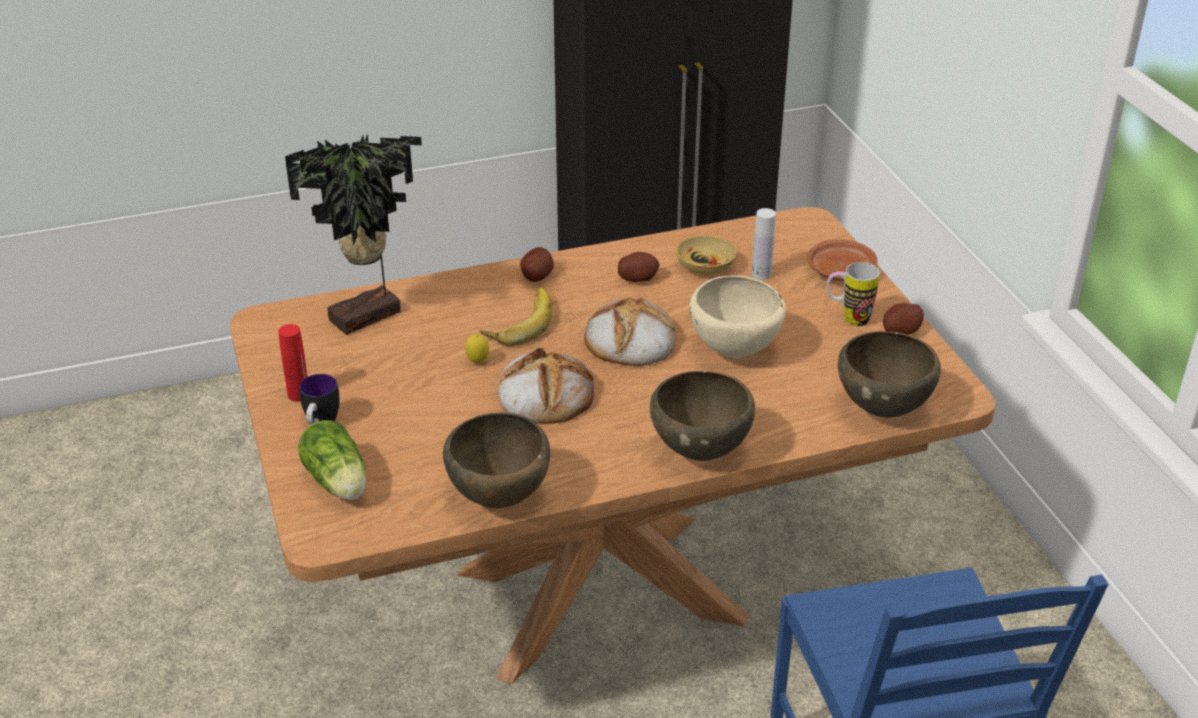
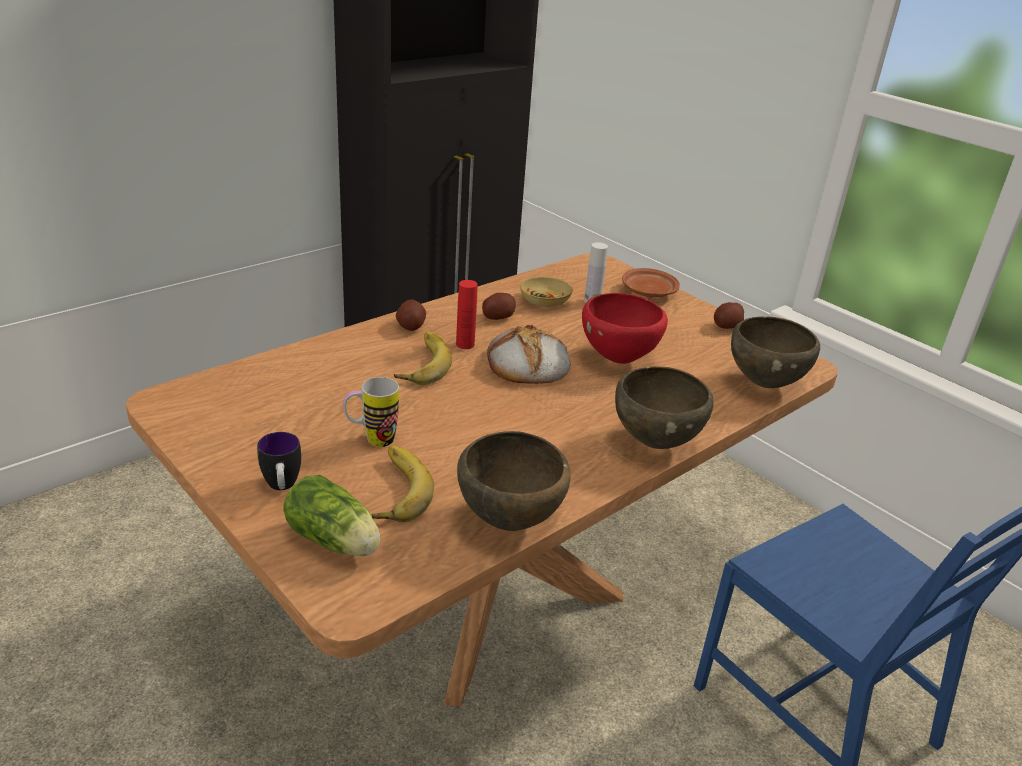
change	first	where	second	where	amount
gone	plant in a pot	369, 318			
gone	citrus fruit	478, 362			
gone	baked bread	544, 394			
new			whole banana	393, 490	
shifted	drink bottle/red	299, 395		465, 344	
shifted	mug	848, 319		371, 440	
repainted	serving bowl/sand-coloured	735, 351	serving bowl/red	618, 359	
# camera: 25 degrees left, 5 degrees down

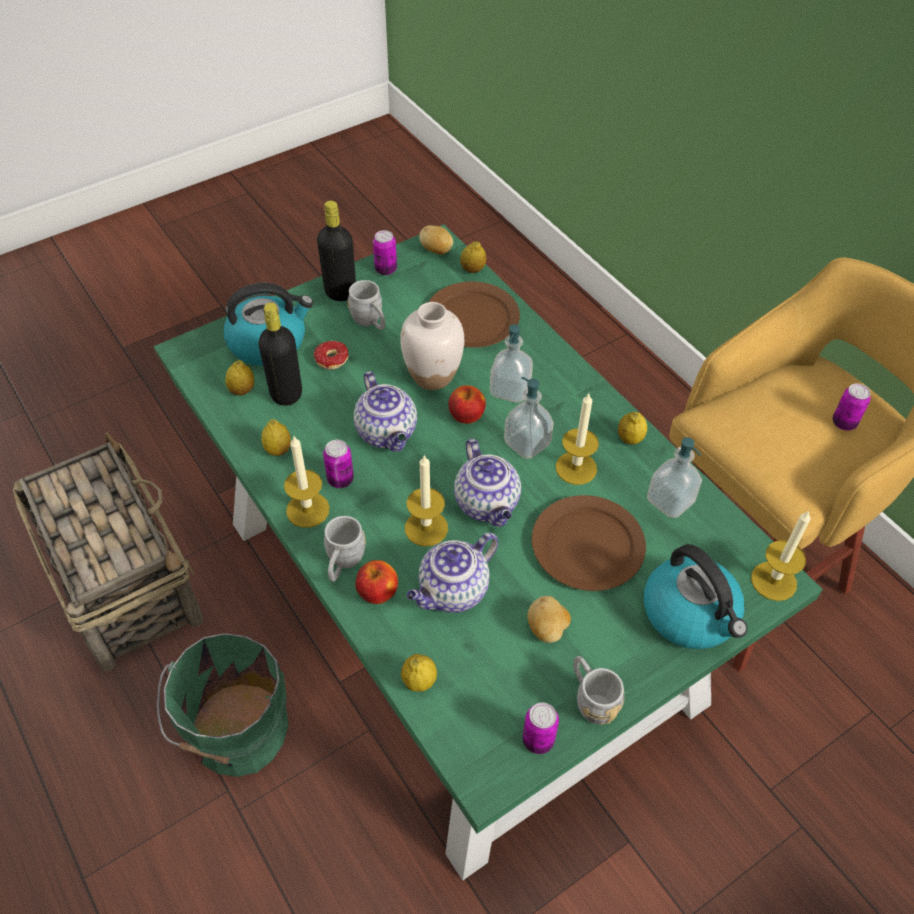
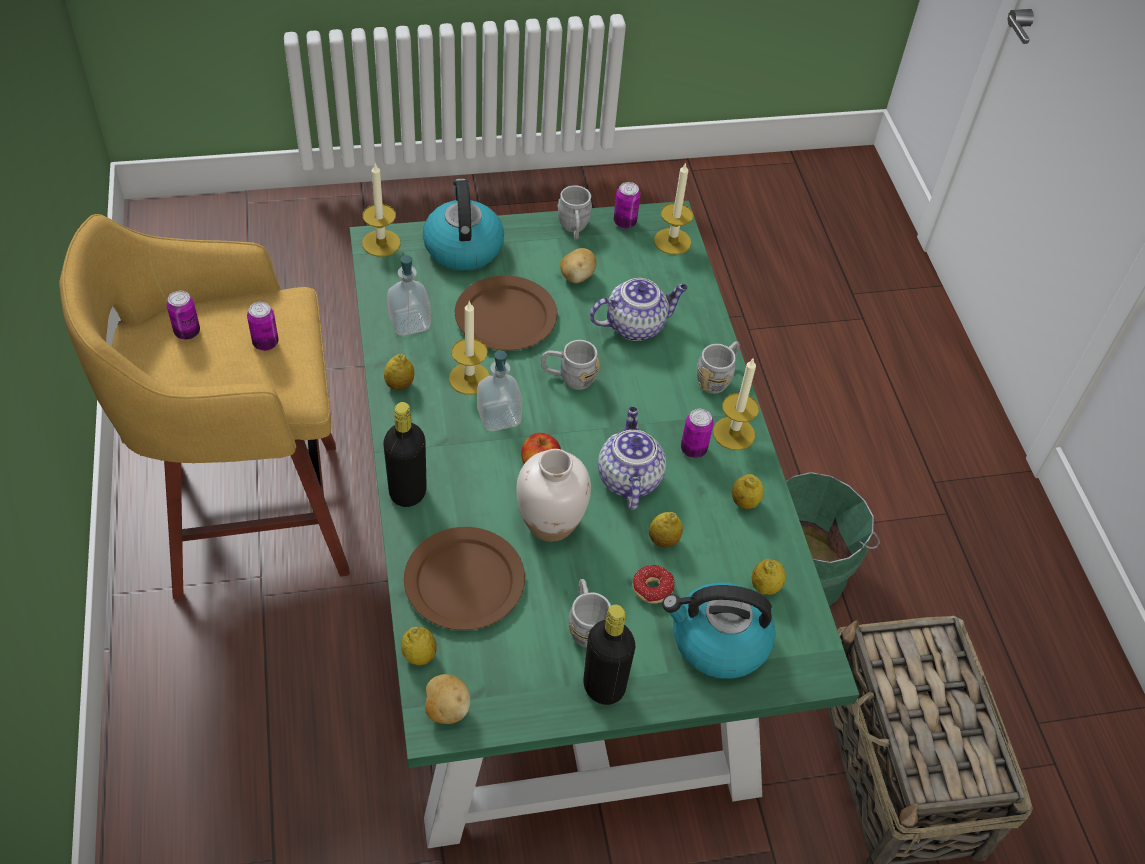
change	first	where	second	where	amount
gone	apple fruit	377, 592			
gone	soap bottle	510, 390			
shifted	drink bottle/blackish	286, 394		407, 492	
shifted	metal can	386, 269		265, 343	
shifted	citrus fruit	419, 681		663, 540	
shifted	wax candle	426, 528		672, 241	
swapped	tea pot	488, 504	mug/grey	569, 378	
# camera: 160 degrees left, 0 degrees up

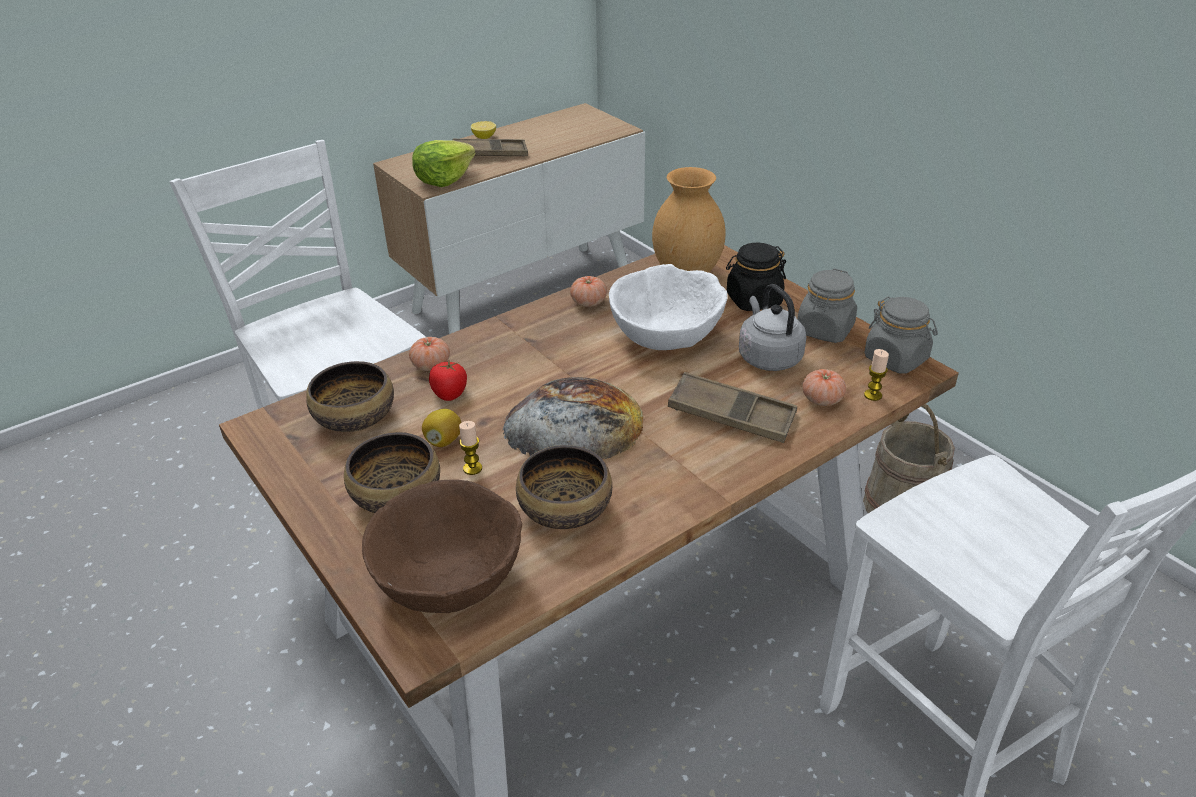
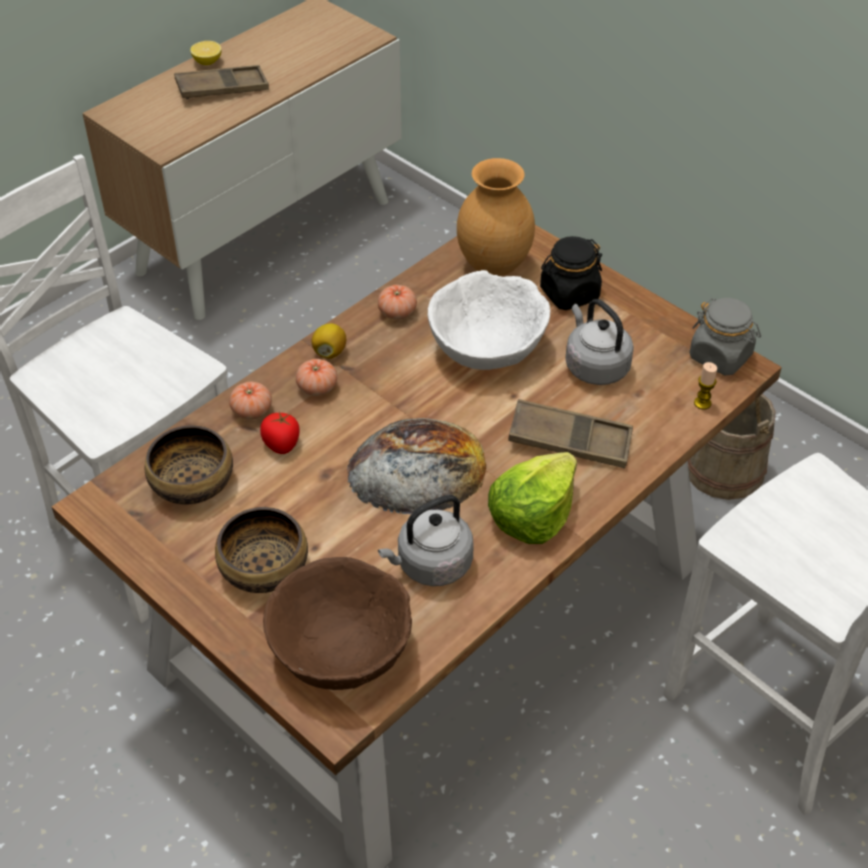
change	first	where	second	where	amount
gone	wax candle	472, 468			
gone	jar/grey	824, 330			
shifted	lettuce	444, 179		532, 515	
shifted	citrus fruit	443, 441		329, 352	
shifted	whole tomato	822, 399		317, 387	
swapped	serving bowl	564, 509	water kettle/grey	431, 565	
# camera: 10 degrees left, 10 degrees up

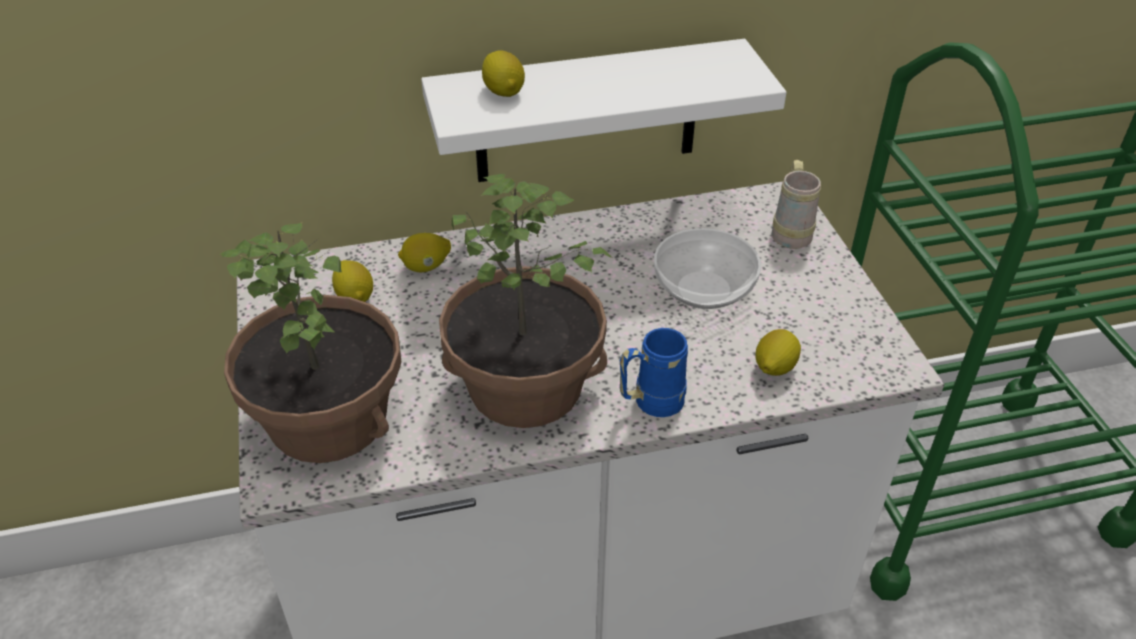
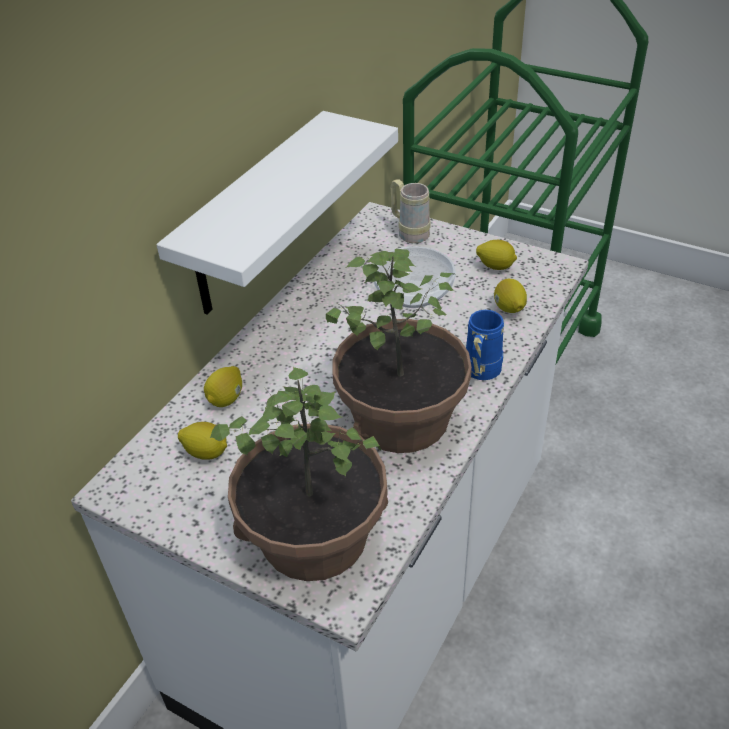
change	first	where	second	where	amount
shifted	citrus fruit	504, 91		495, 266	
# camera: 45 degrees left, 0 degrees up

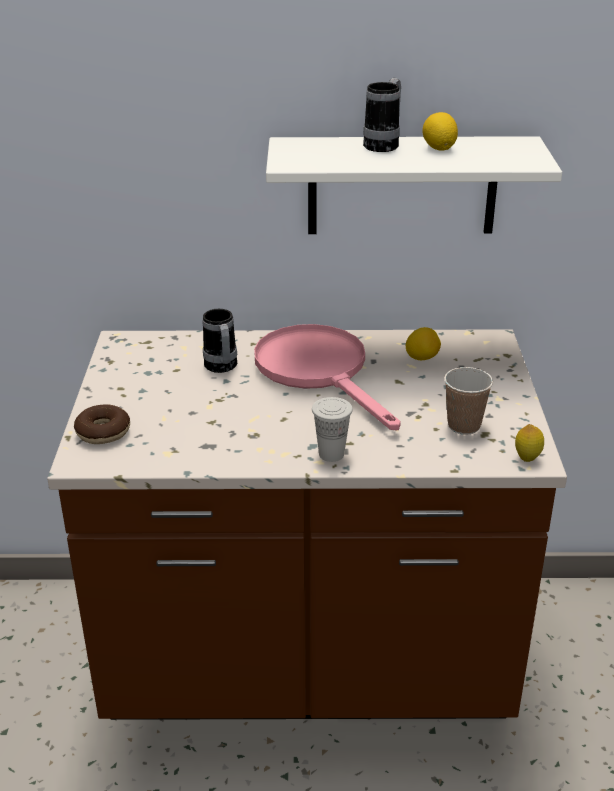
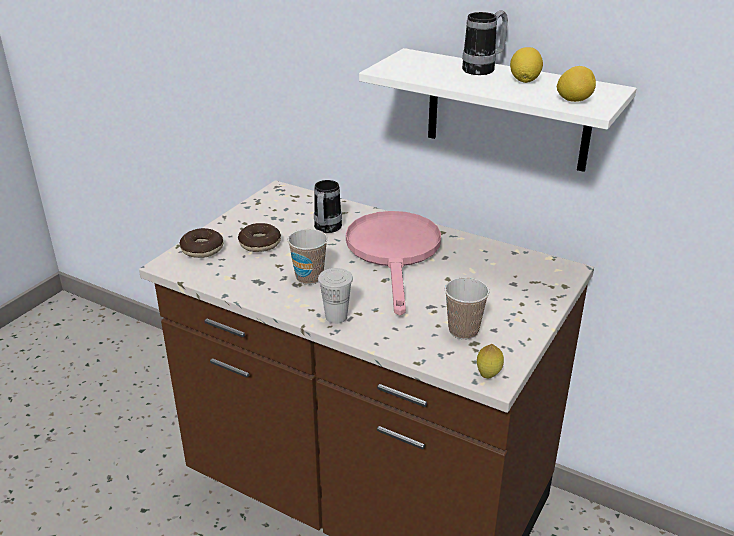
change	first	where	second	where	amount
new			ring doughnut	260, 244	
new			small cup	309, 277	
shifted	citrus fruit	422, 358		574, 100	
# camera: 30 degrees right, 0 degrees up

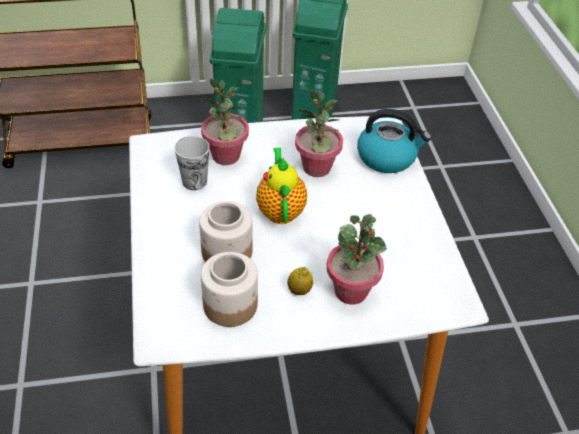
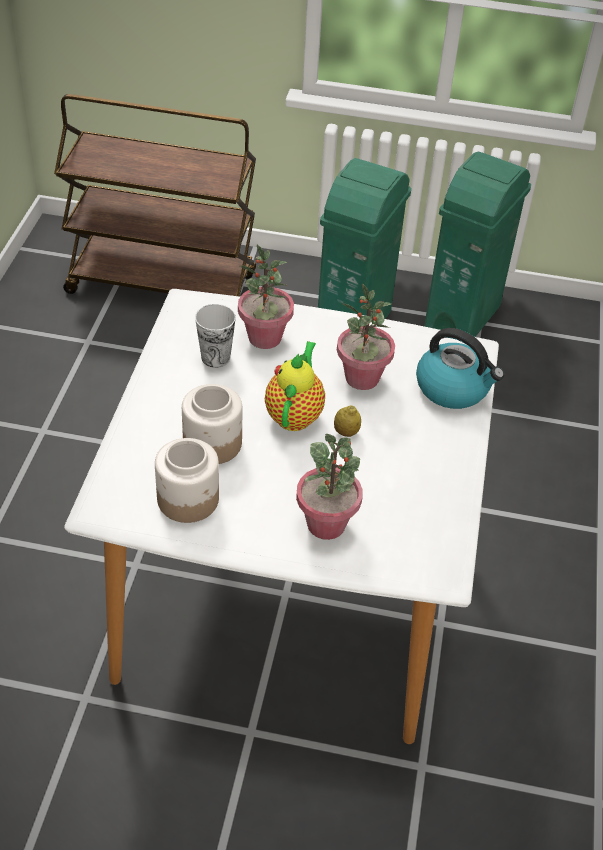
change	first	where	second	where	amount
shifted	citrus fruit	299, 290		346, 432	
# camera: 20 degrees right, 0 degrees up

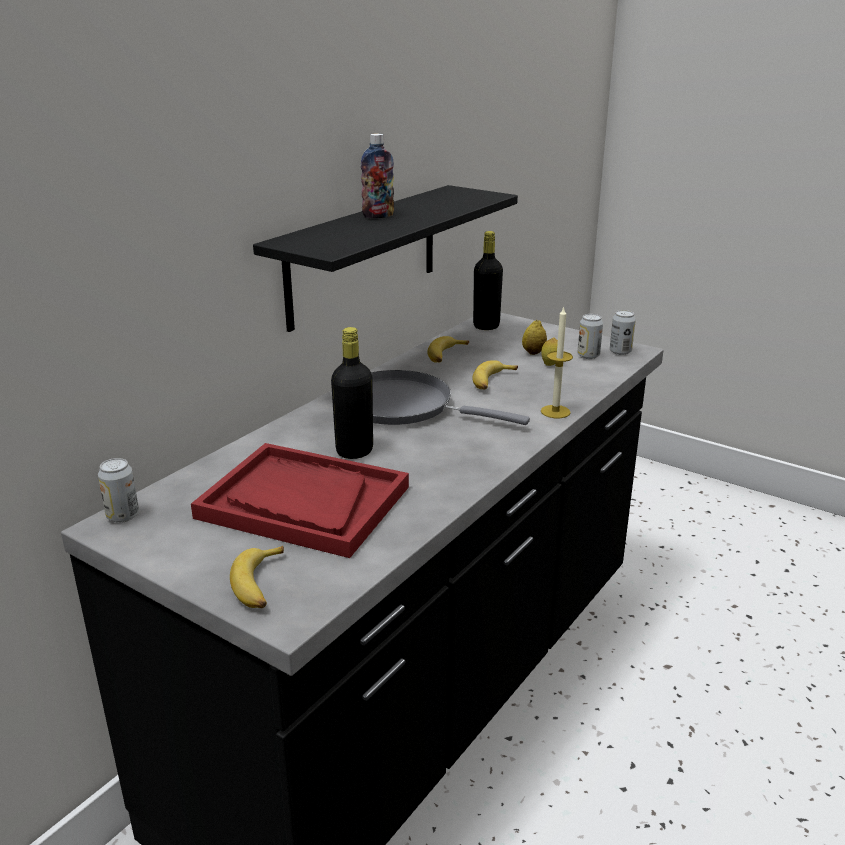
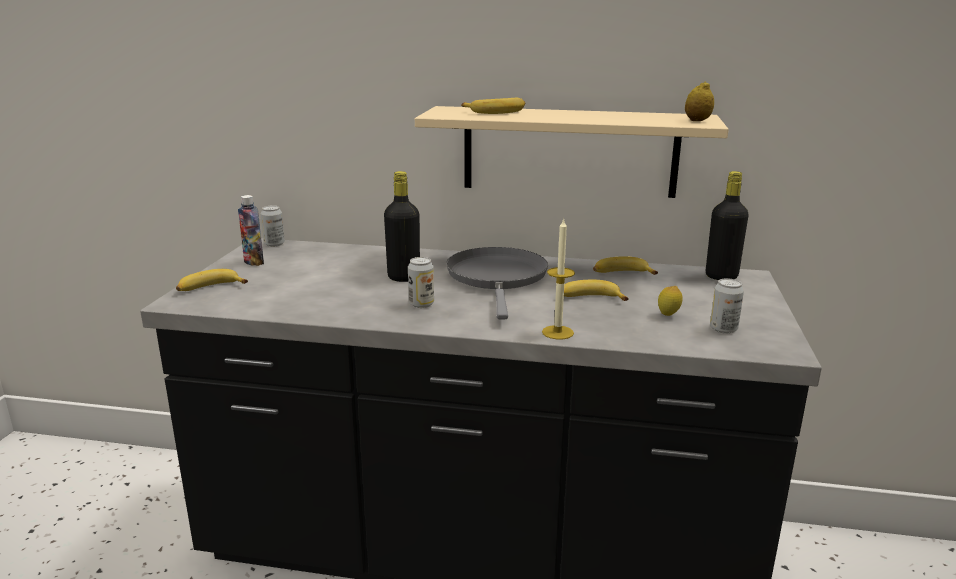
change	first	where	second	where	amount
gone	tray/red	303, 502			
new			whole banana	496, 112	
shifted	drink bottle	378, 216		253, 262	
shifted	citrus fruit	533, 352		697, 120	
shifted	metal can	620, 351		421, 304	
repainted	wall shelf/blackish	364, 255	wall shelf/sand-coloured	569, 151	
# camera: 65 degrees right, 5 degrees down

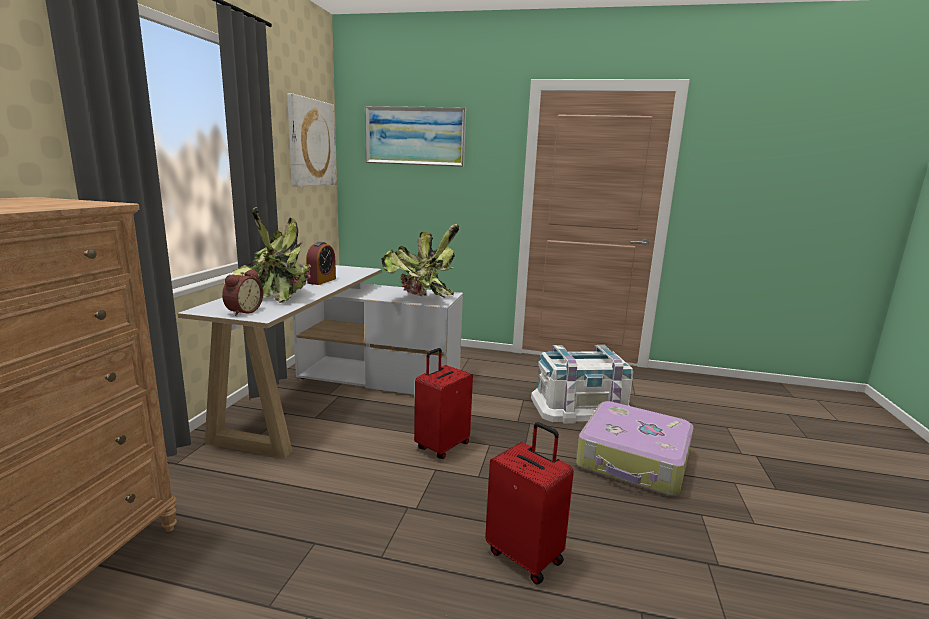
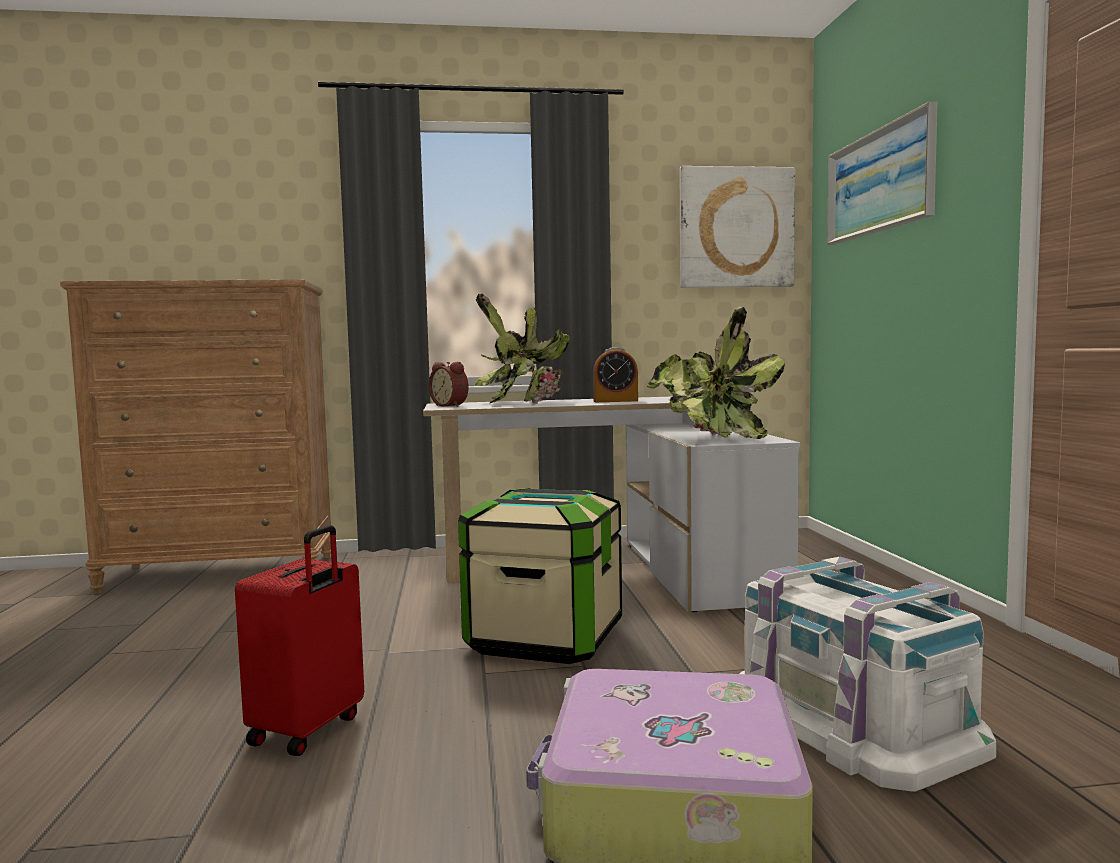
change	first	where	second	where	amount
swapped	piece of luggage/red	441, 446	storage box	545, 638	
rotated	bedside clock	242, 311		451, 405	45 degrees clockwise
# camera: 70 degrees right, 10 degrees down

